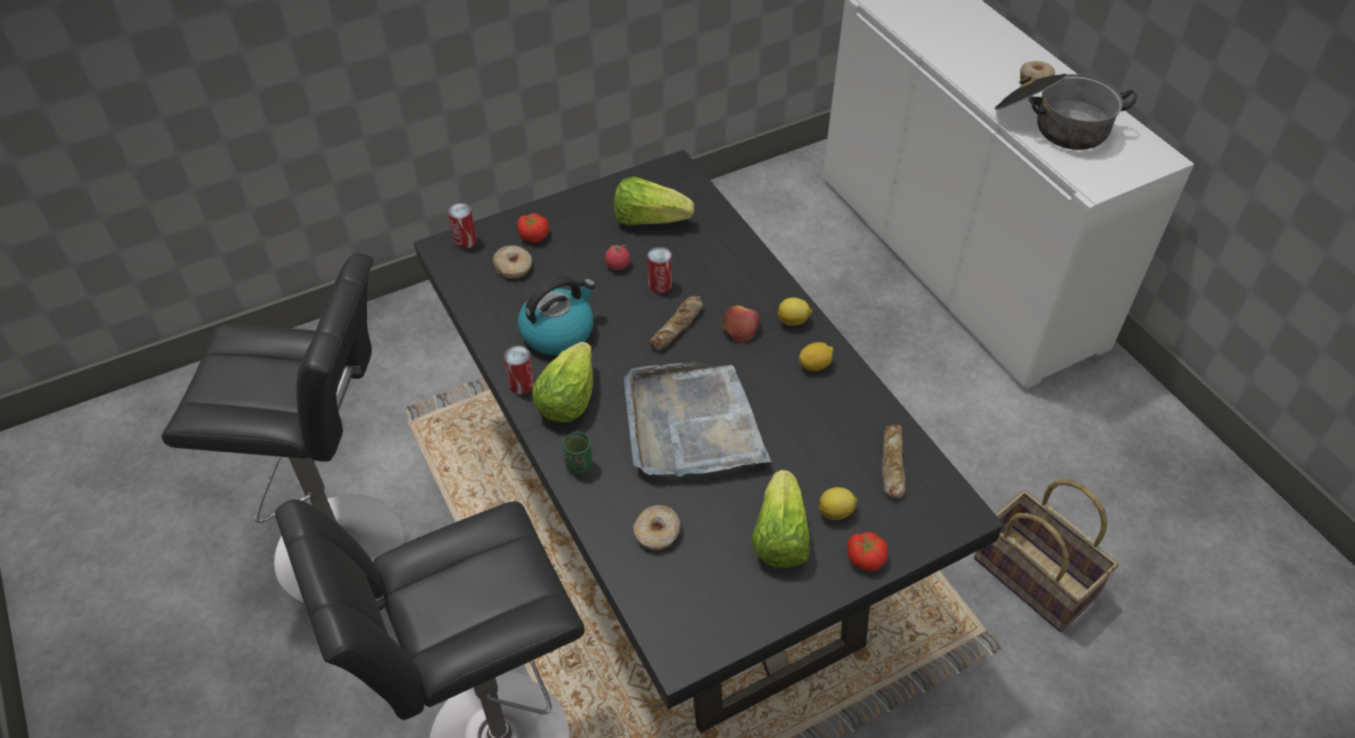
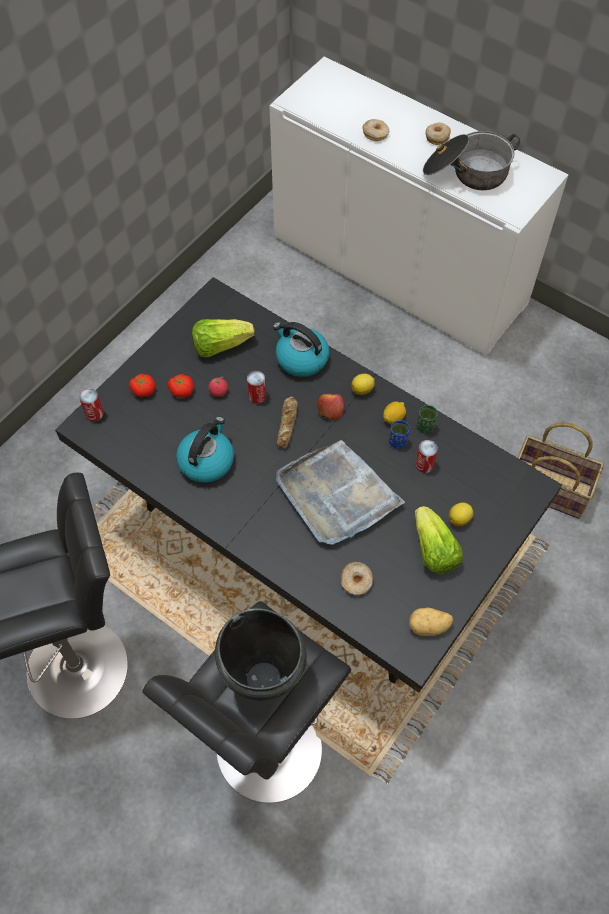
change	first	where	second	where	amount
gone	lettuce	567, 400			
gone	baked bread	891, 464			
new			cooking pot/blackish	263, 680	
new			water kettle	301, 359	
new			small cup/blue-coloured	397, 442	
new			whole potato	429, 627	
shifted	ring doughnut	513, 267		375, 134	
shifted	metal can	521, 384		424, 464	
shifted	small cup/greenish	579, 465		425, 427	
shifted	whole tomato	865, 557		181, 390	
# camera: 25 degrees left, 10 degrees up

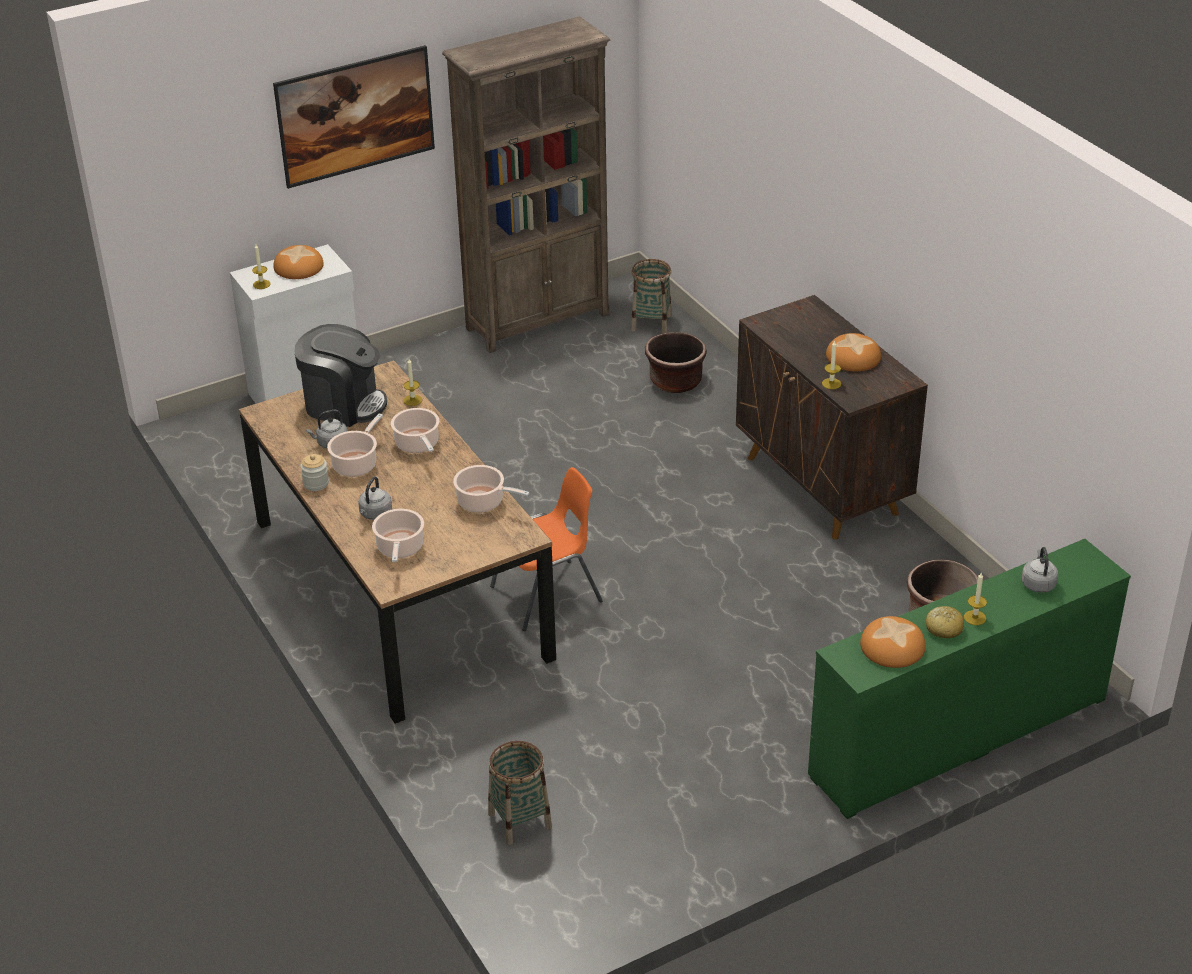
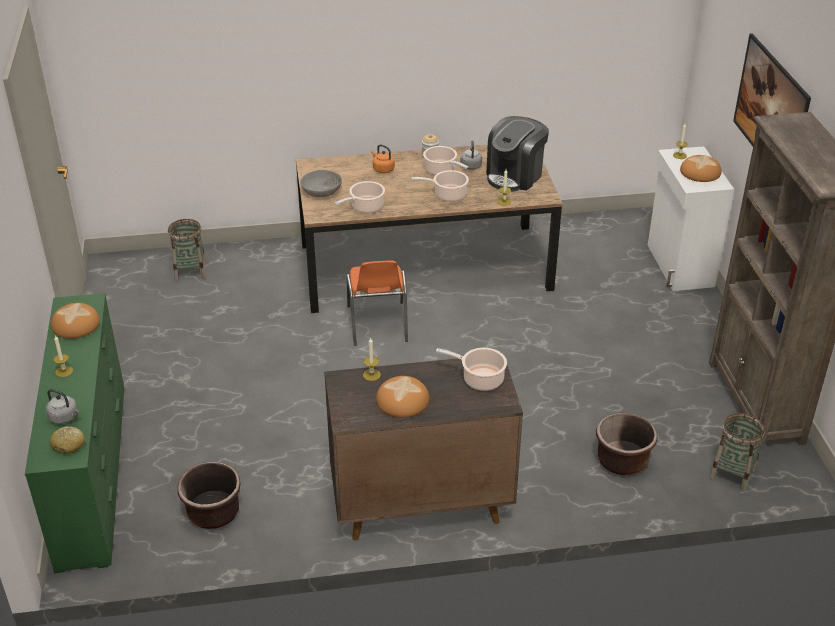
change	first	where	second	where	amount
new			serving bowl/grey	321, 191	
shifted	cooking pot	400, 548		480, 379	
shifted	baked bread	943, 628		68, 445	
repainted	water kettle/grey	375, 514	water kettle/orange-coloured	382, 169	
# camera: 110 degrees right, 0 degrees up

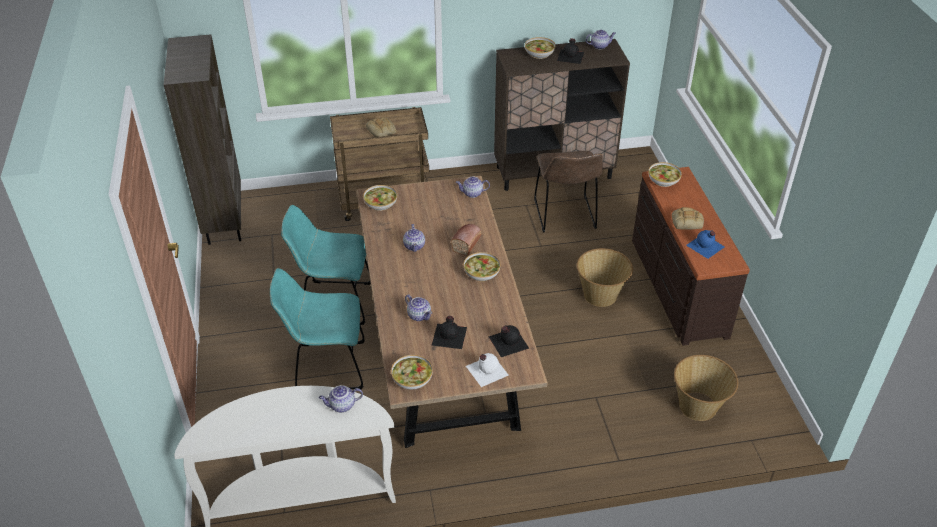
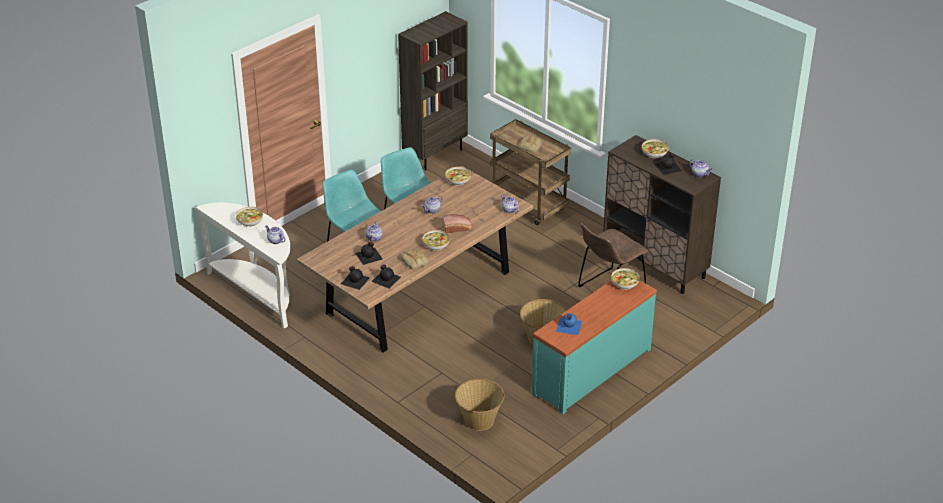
change	first	where	second	where	amount
shifted	serving bowl	412, 378		250, 221	
shifted	baked bread	687, 221		415, 262	
repainted	drink bottle/white-coloured	486, 370	drink bottle/blackish	355, 280	
repainted	drawer chest/brown-coloured	676, 287	drawer chest/turquoise-coloured	590, 370	
# camera: 55 degrees right, 5 degrees down

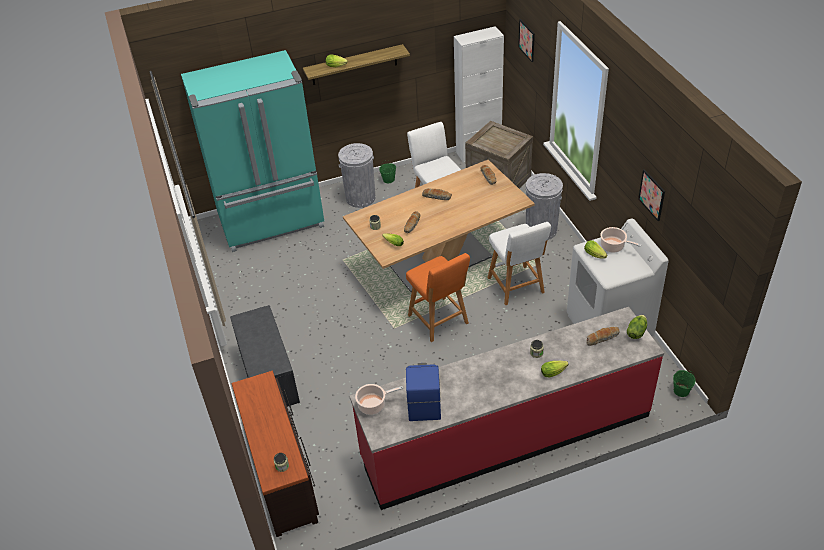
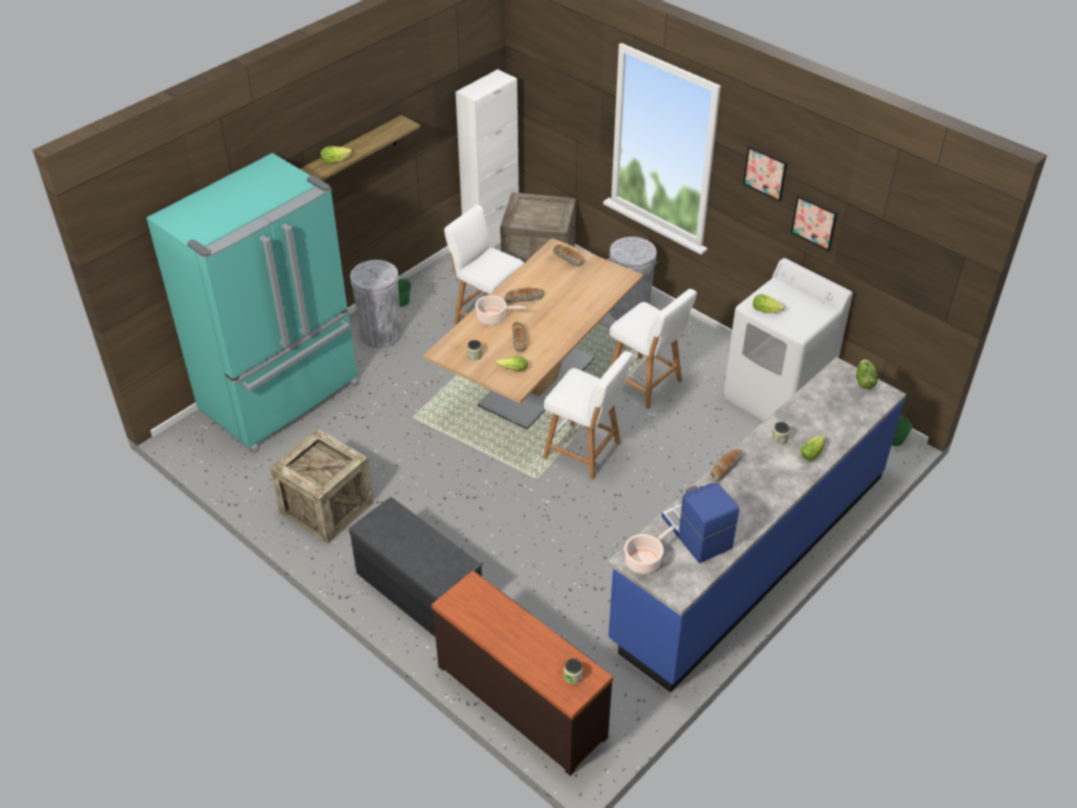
change	first	where	second	where	amount
new			crate	326, 507	
shifted	picture	527, 40		765, 173	
shifted	baked bread	602, 338		725, 468	
shifted	cooking pot	614, 246		493, 318	
repainted	kitchen base unit/red	506, 437	kitchen base unit/blue-coloured	751, 555	
repainted	sitting stool/orange-coloured	439, 321	sitting stool/white-coloured	585, 452	
# camera: 30 degrees left, 0 degrees up

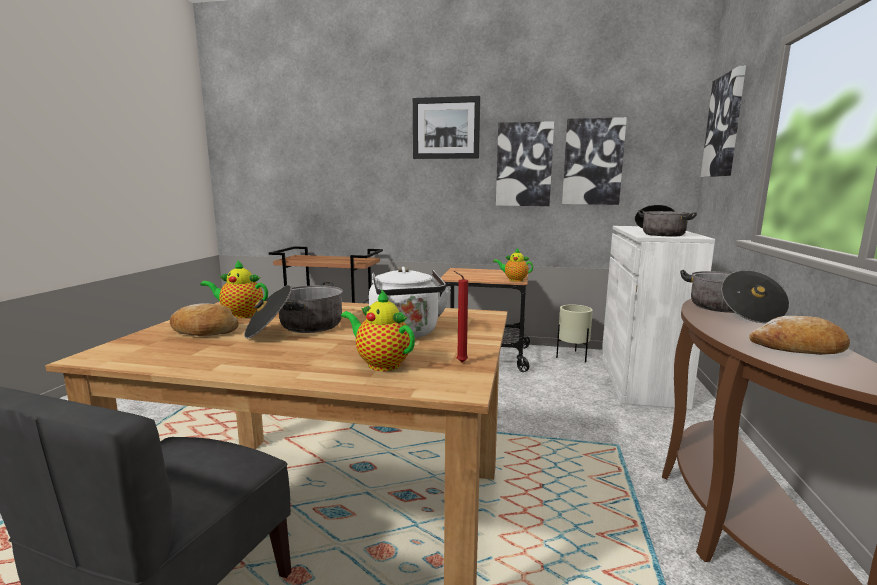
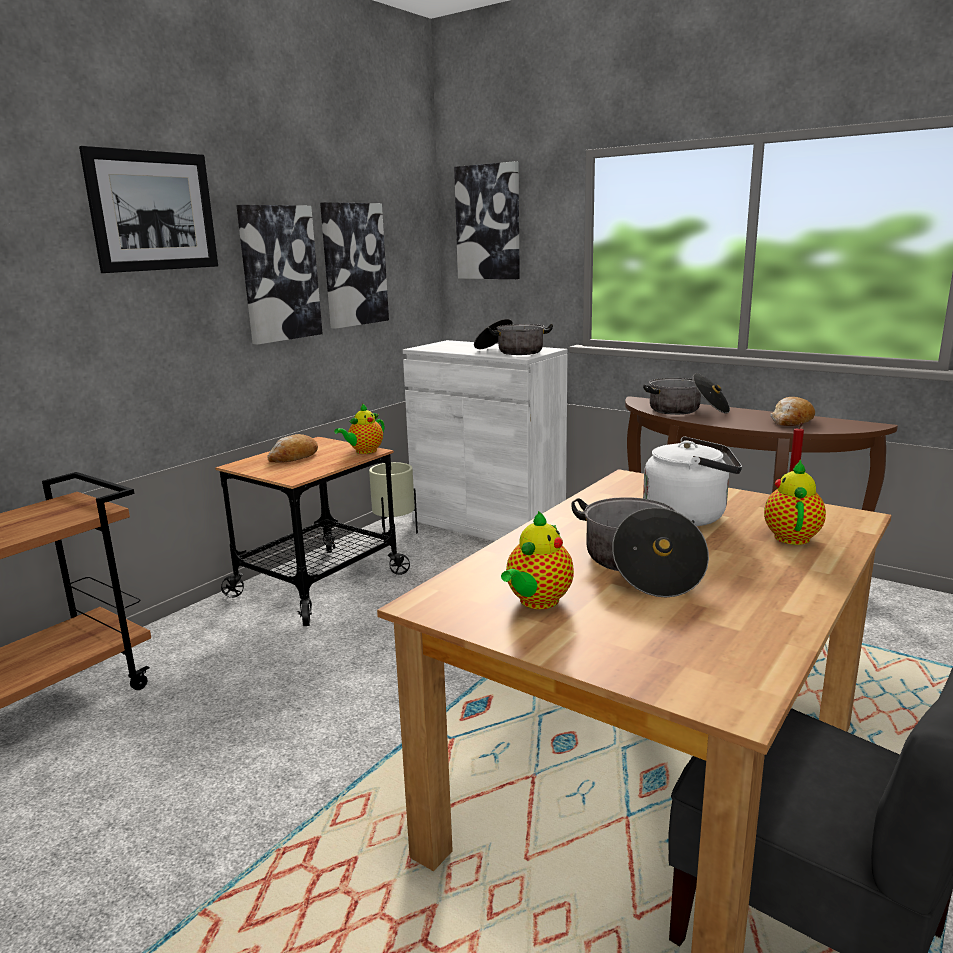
change	first	where	second	where	amount
shifted	baked bread	204, 331		294, 457	
rotated	tea pot	381, 364		791, 536	135 degrees clockwise
# camera: 65 degrees left, 5 degrees up

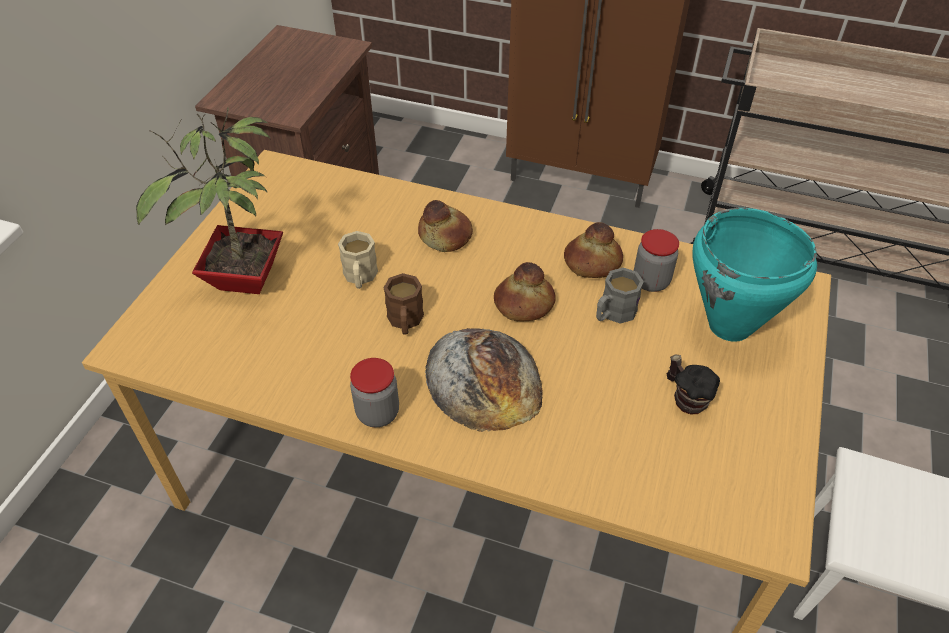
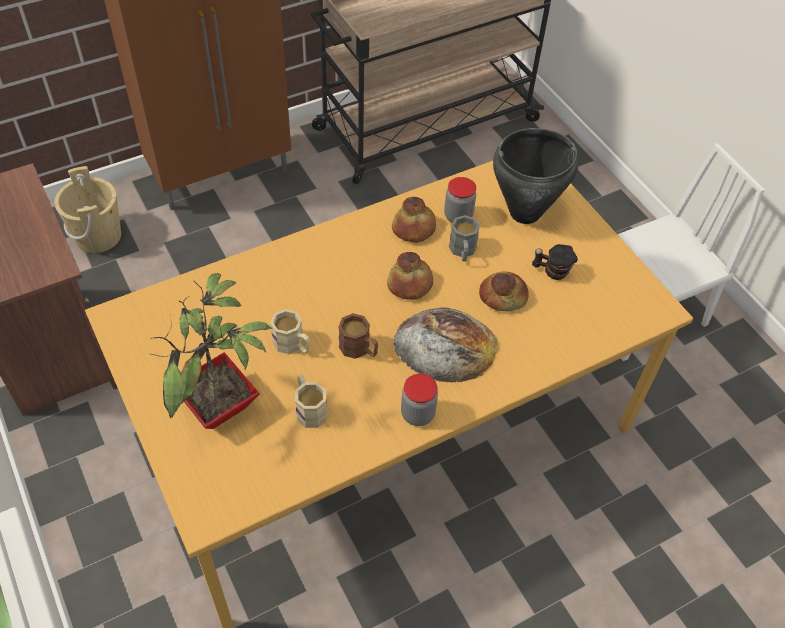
change	first	where	second	where	amount
new			bucket/sand-coloured	98, 236	
new			mug/sand-coloured	309, 408	
shifted	baked bread	445, 235		503, 296	
repainted	cooking pot/turquoise-coloured	730, 326	cooking pot/blackish	525, 213	
# camera: 50 degrees left, 5 degrees up

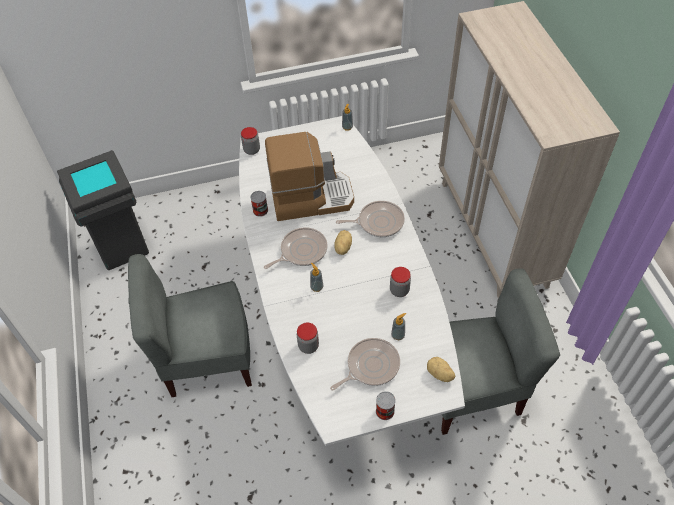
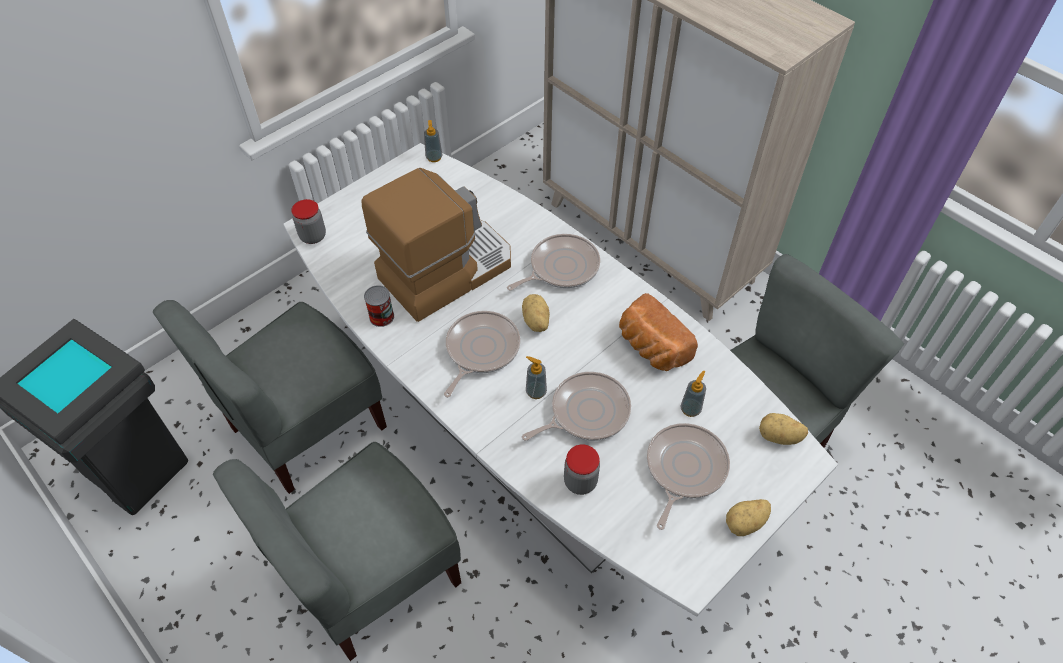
change	first	where	second	where	amount
new			plain chair/grey	306, 427	
new			frying pan	586, 412	
swapped	metal can	385, 411	whole potato	745, 523	
swapped	jar	399, 290	baked bread	651, 347	
# camera: 30 degrees left, 0 degrees up

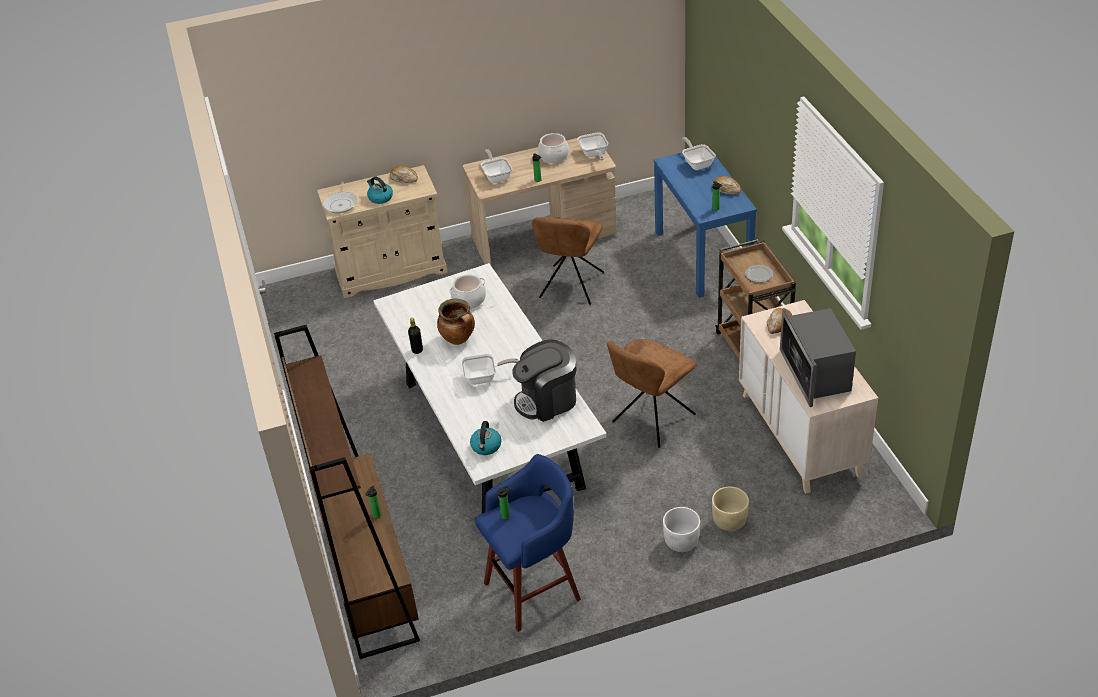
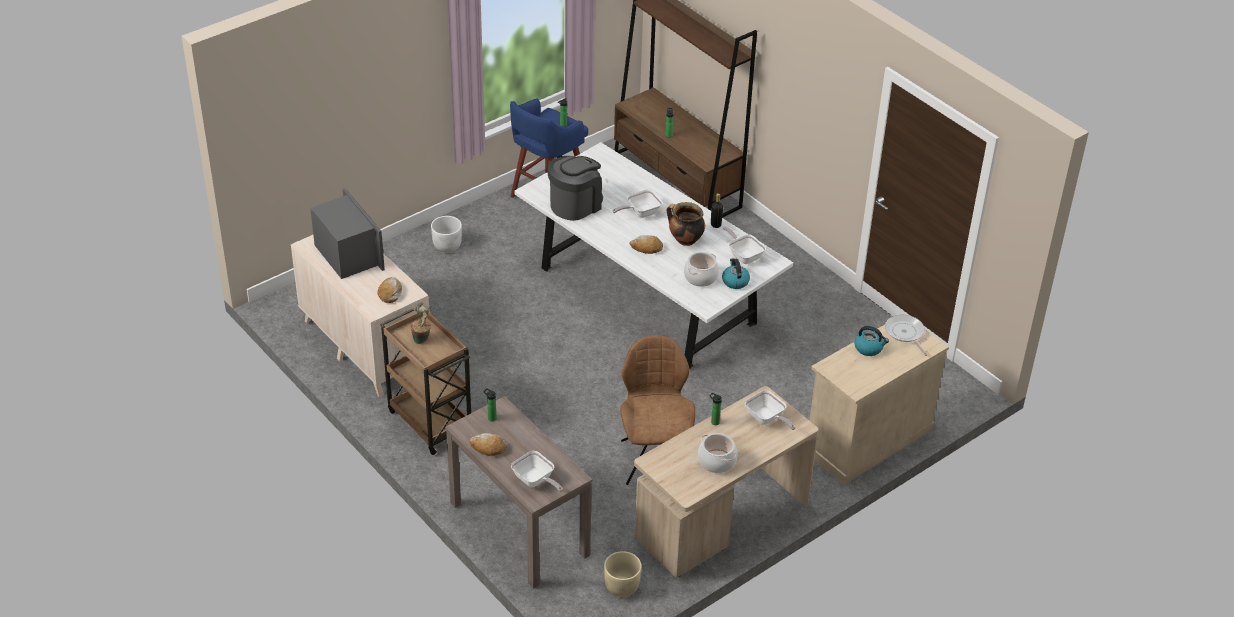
change	first	where	second	where	amount
gone	plain chair/brown-coloured	651, 420			
shifted	baked bread	404, 178		646, 248	
shifted	water kettle	486, 447		735, 281	
shifted	frying pan	594, 154		743, 255	
shifted	planter/sand-coloured	729, 521		622, 586	
swapped	dinner plate	758, 274	plant in a pot	422, 340	
repainted	narrow table/blue-coloured	703, 257	narrow table/brown-coloured	518, 528	
# camera: 155 degrees right, 0 degrees up

